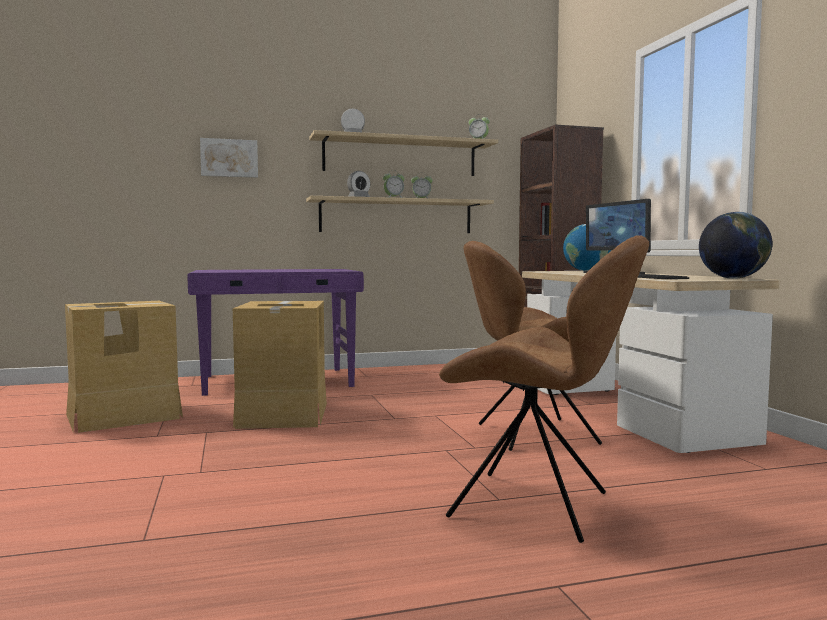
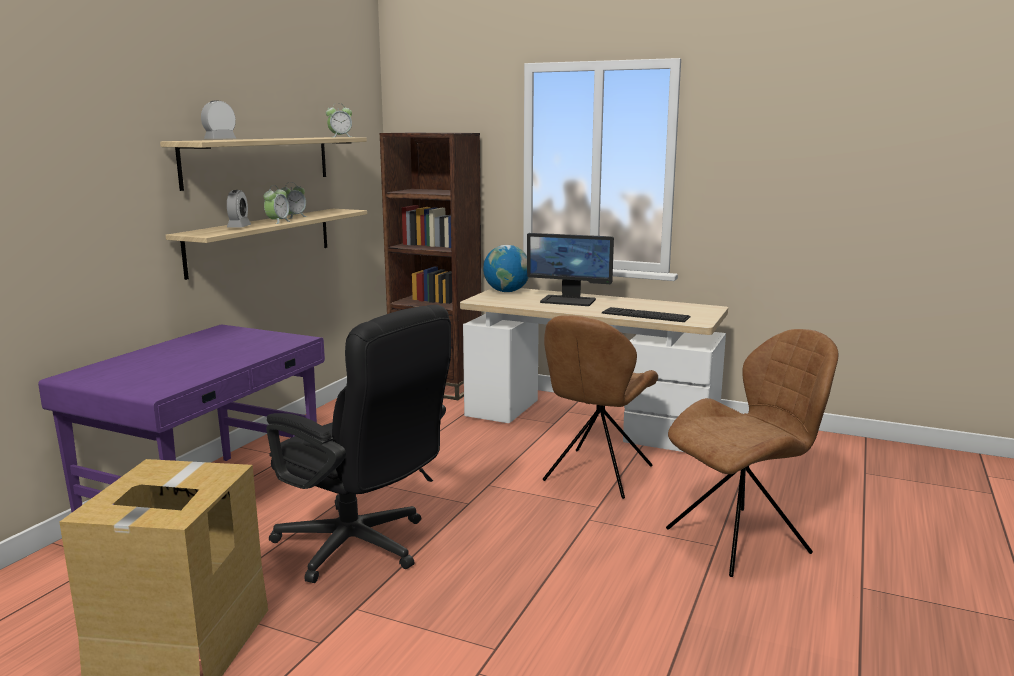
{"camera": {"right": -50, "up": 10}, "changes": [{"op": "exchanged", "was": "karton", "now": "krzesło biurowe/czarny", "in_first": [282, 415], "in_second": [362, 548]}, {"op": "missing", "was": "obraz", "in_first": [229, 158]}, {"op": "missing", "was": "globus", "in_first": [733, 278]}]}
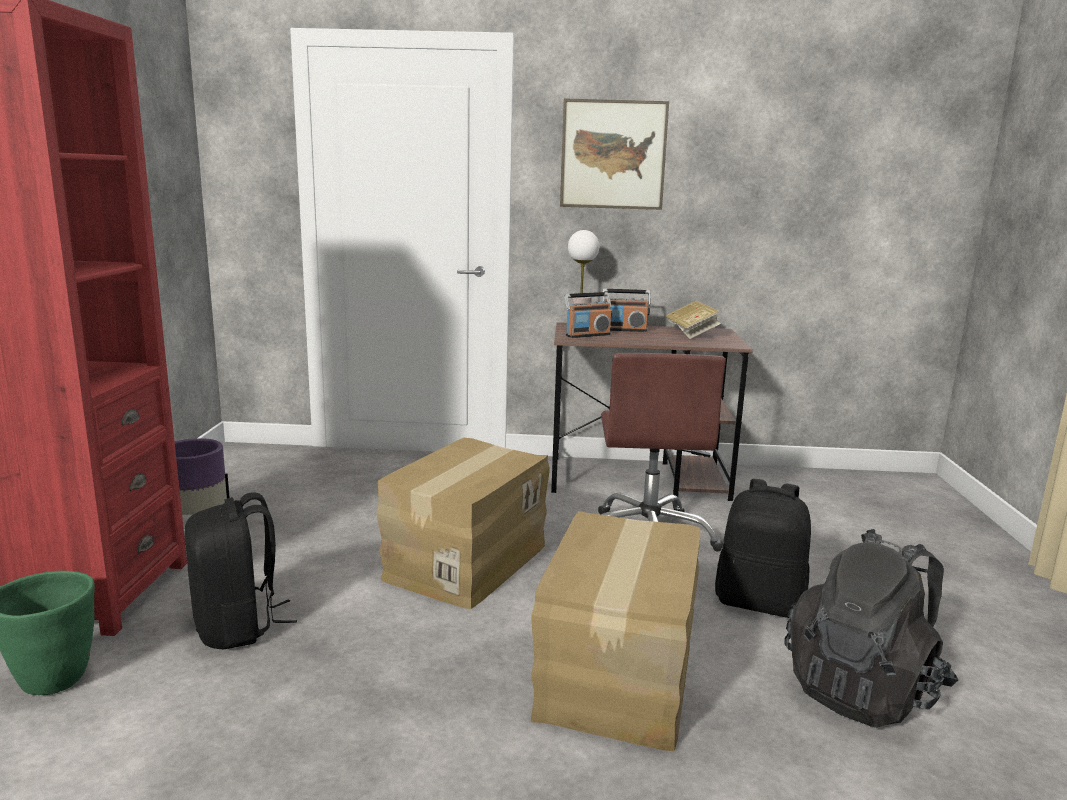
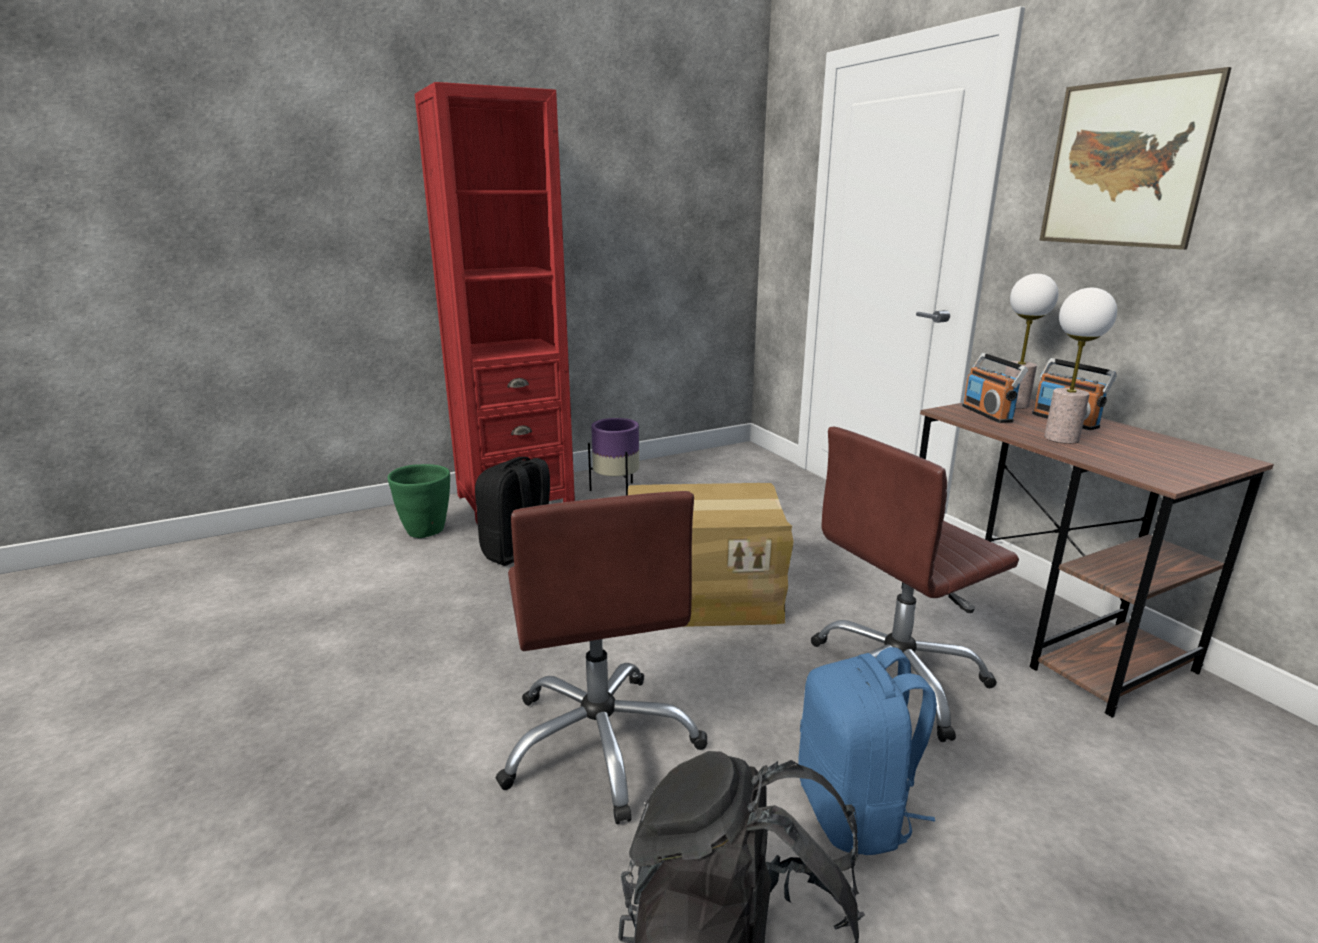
{"camera": {"right": 60, "up": 5}, "changes": [{"op": "exchanged", "was": "karton", "now": "krzesło biurowe/brązowy", "in_first": [619, 676], "in_second": [601, 743]}, {"op": "colour", "was": "plecak/czarny", "now": "plecak/niebieski", "in_first": [759, 602], "in_second": [855, 811]}, {"op": "spun", "was": "radio", "in_first": [587, 335], "in_second": [987, 414], "clockwise": 45}, {"op": "appeared", "now": "lampa stołowa", "in_second": [1061, 438]}, {"op": "missing", "was": "książka", "in_first": [691, 333]}]}
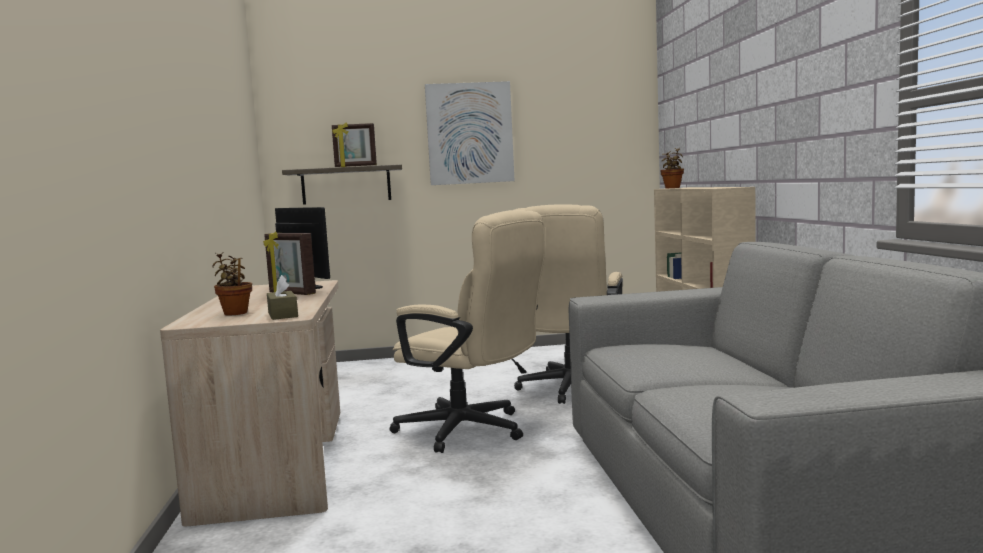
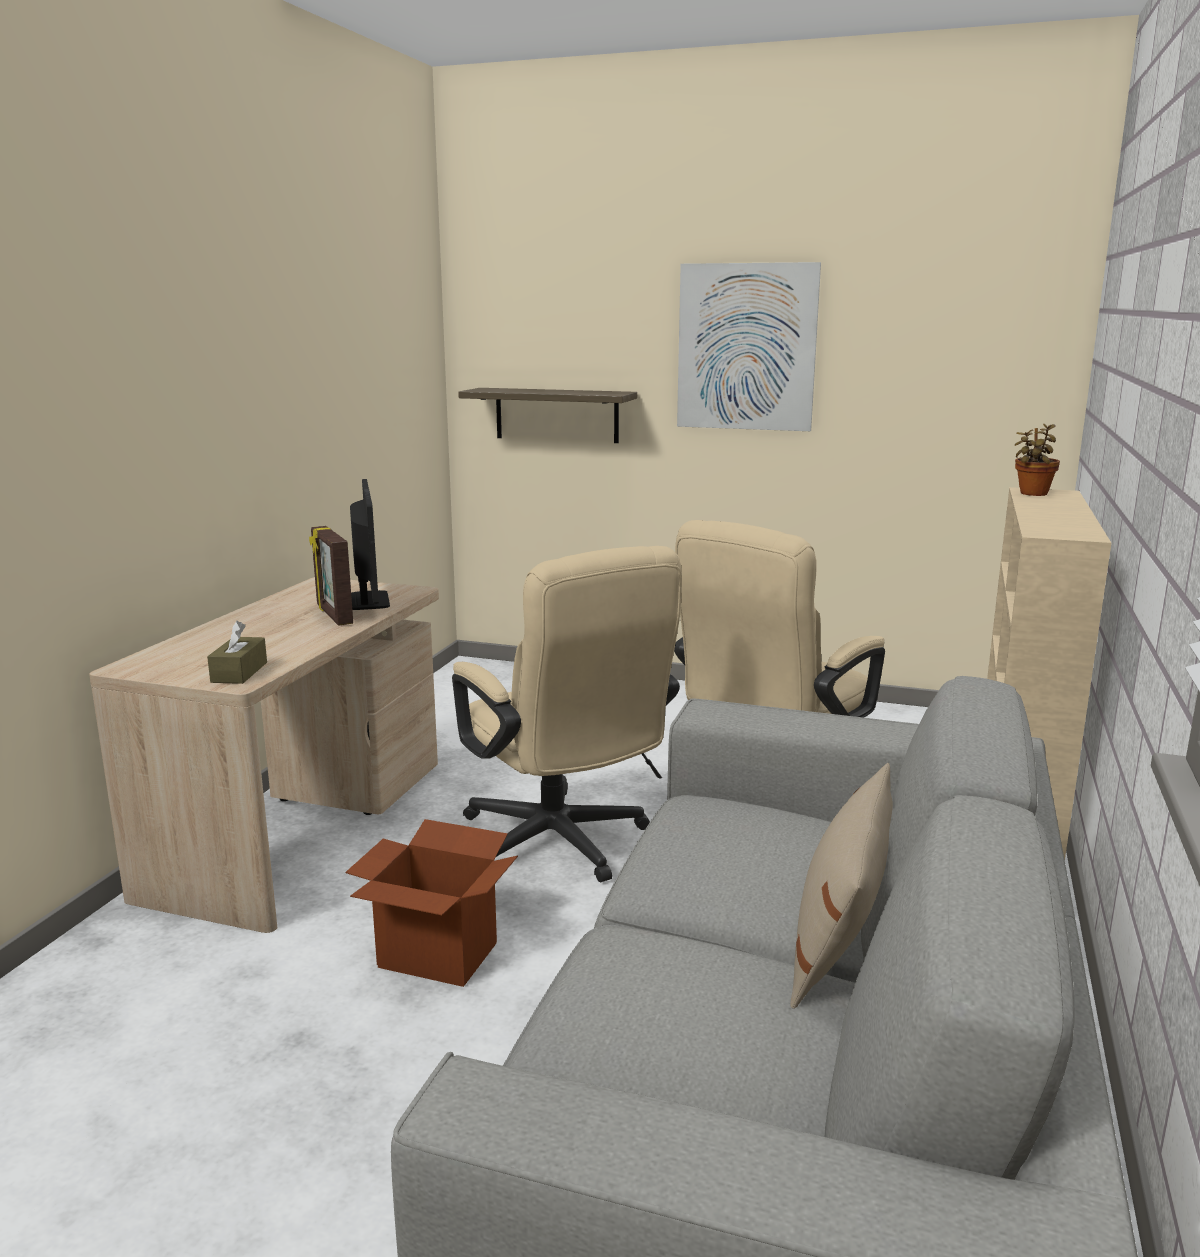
{"camera": {"right": 25, "up": 10}, "changes": [{"op": "appeared", "now": "karton", "in_second": [437, 955]}, {"op": "appeared", "now": "poduszka/beżowy", "in_second": [841, 931]}, {"op": "missing", "was": "roślina doniczkowa", "in_first": [235, 313]}, {"op": "missing", "was": "ramka na zdjęcie", "in_first": [355, 166]}]}
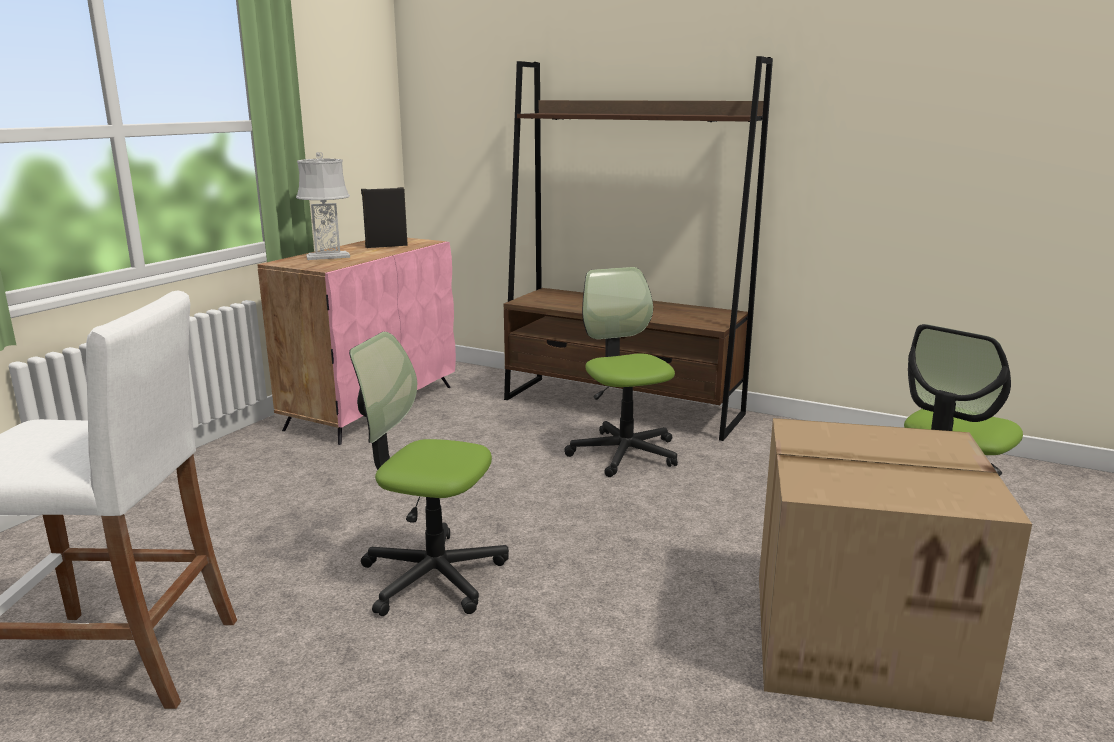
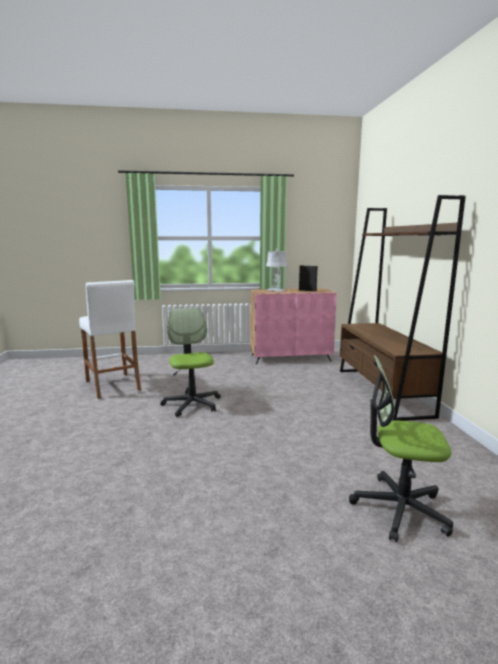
{"camera": {"right": 55, "up": -5}, "changes": [{"op": "missing", "was": "krzesło biurowe", "in_first": [624, 453]}, {"op": "missing", "was": "karton", "in_first": [863, 638]}]}
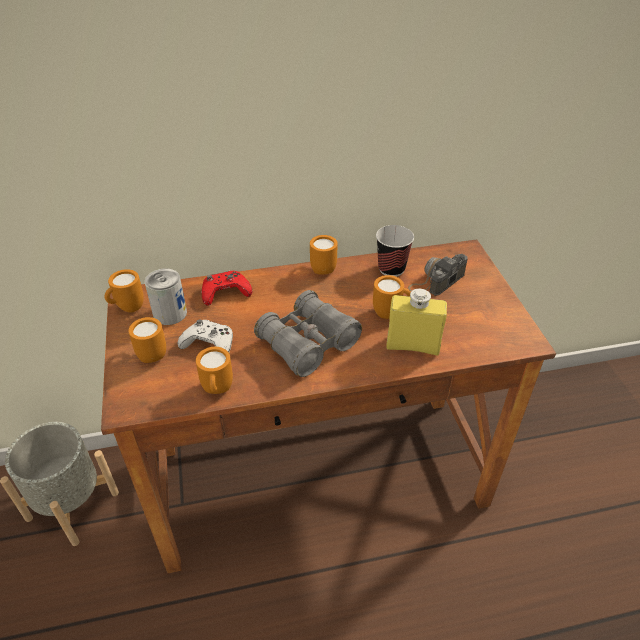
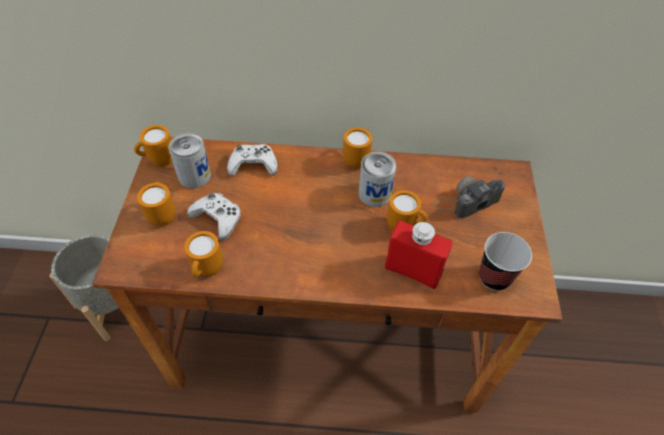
{"camera": {"right": 15, "up": 10}, "changes": [{"op": "colour", "was": "pad do gier/czerwony", "now": "pad do gier/biały", "in_first": [225, 292], "in_second": [253, 165]}, {"op": "appeared", "now": "puszka", "in_second": [374, 194]}, {"op": "colour", "was": "butelka/żółty", "now": "butelka/czerwony", "in_first": [412, 346], "in_second": [412, 271]}, {"op": "relocated", "was": "filiżanka", "in_first": [391, 269], "in_second": [494, 277]}, {"op": "missing", "was": "lornetka/szary", "in_first": [308, 343]}]}
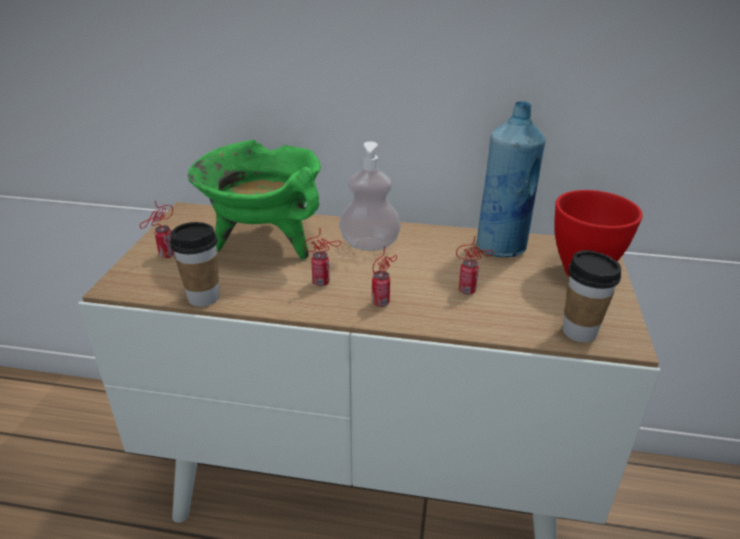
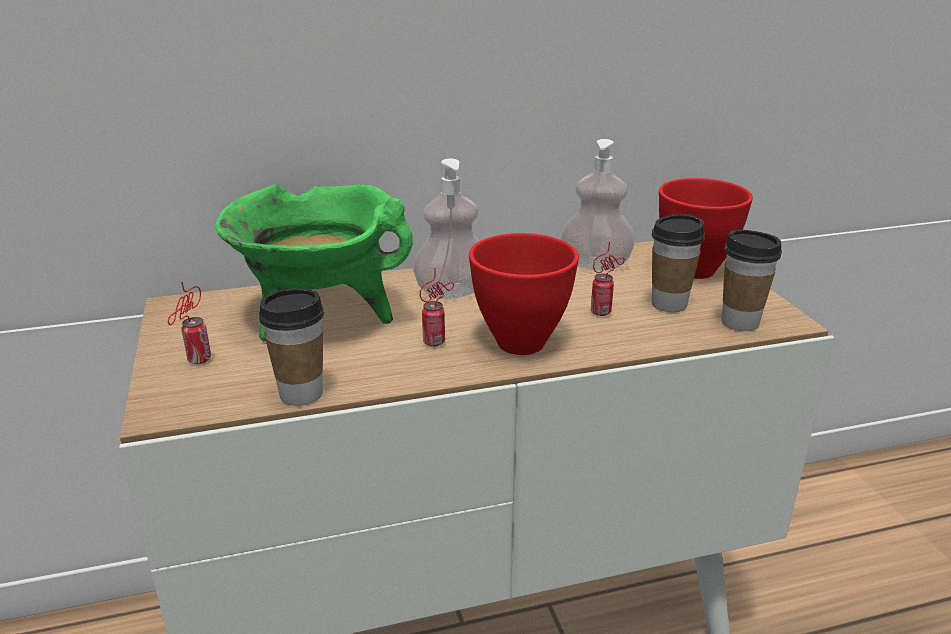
{"camera": {"right": -25, "up": -5}, "changes": [{"op": "exchanged", "was": "puszka", "now": "miska/czerwony", "in_first": [382, 302], "in_second": [522, 344]}, {"op": "exchanged", "was": "butelka/niebieski", "now": "dozownik mydła", "in_first": [501, 247], "in_second": [595, 264]}, {"op": "appeared", "now": "filiżanka", "in_second": [669, 304]}]}
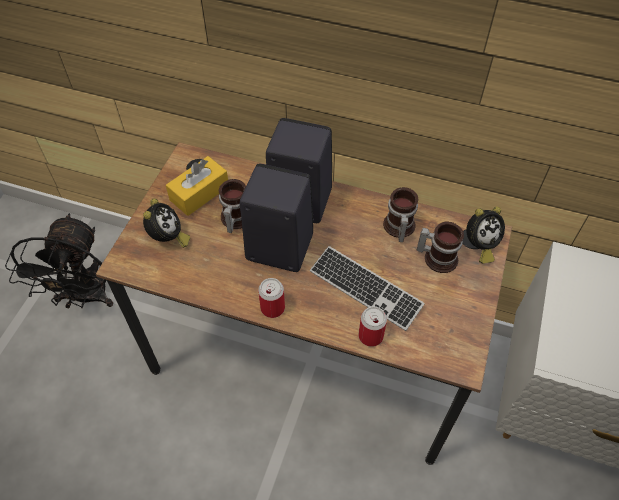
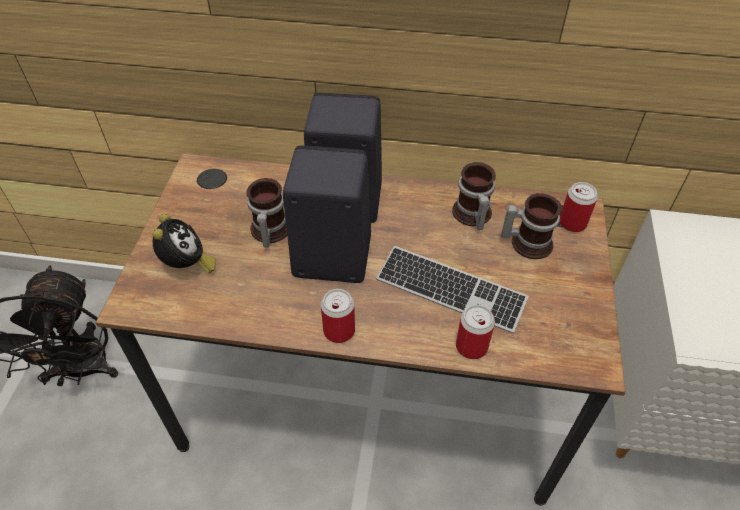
{"camera": {"right": -10, "up": -5}, "changes": [{"op": "exchanged", "was": "budzik", "now": "puszka", "in_first": [479, 246], "in_second": [572, 223]}, {"op": "missing", "was": "pudełko chusteczek/żółty", "in_first": [199, 193]}]}
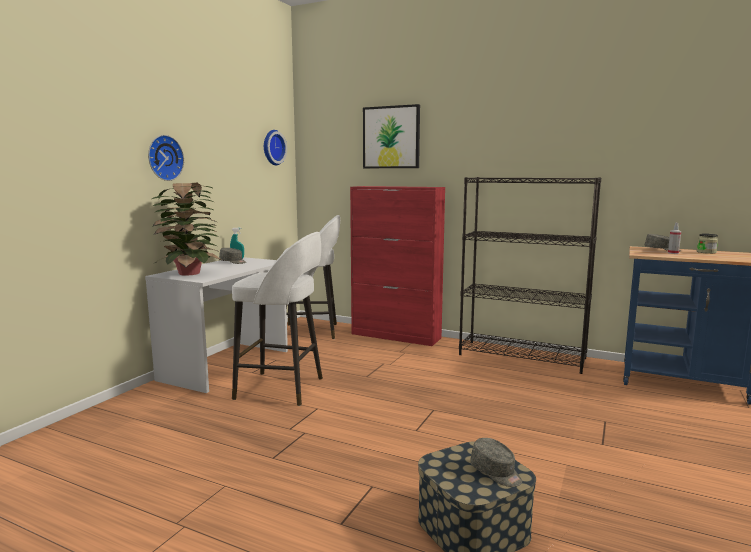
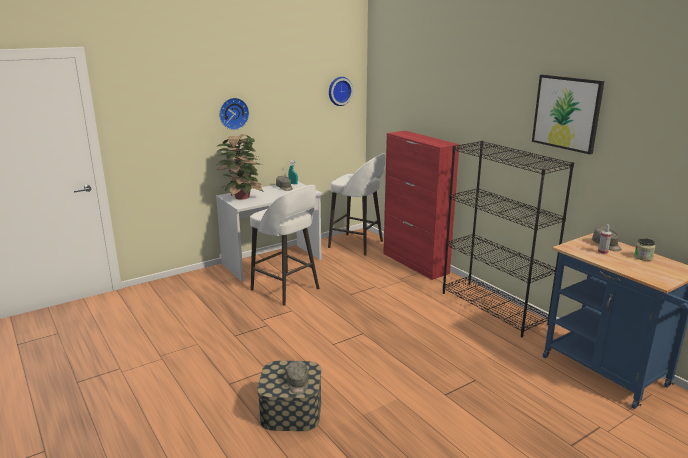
{"camera": {"right": 30, "up": 10}, "changes": [{"op": "relocated", "was": "obraz", "in_first": [391, 137], "in_second": [567, 113]}]}
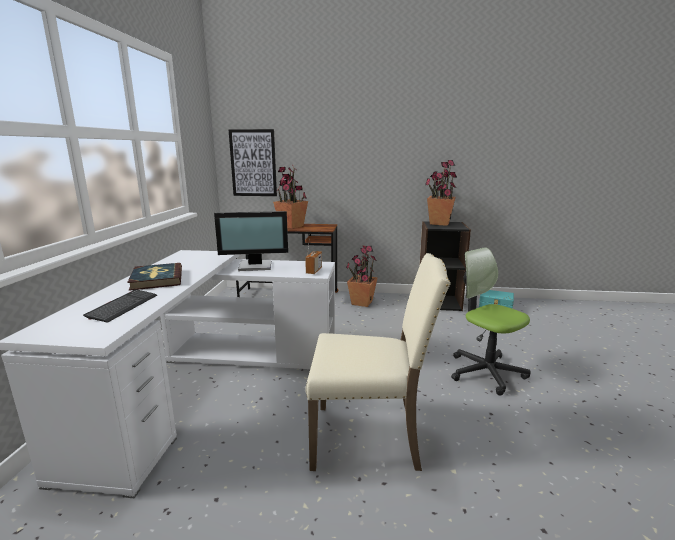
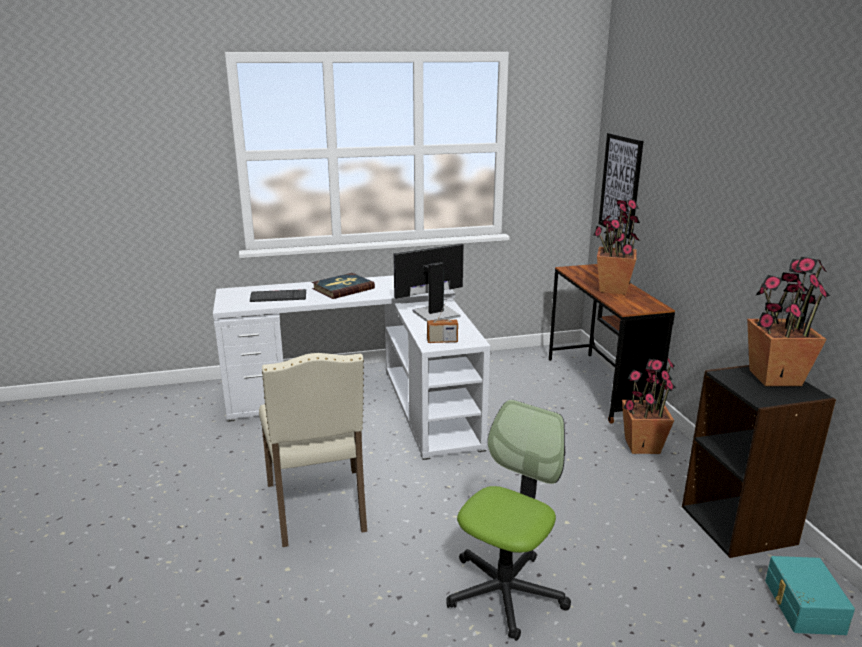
{"camera": {"right": 70, "up": 5}, "changes": [{"op": "spun", "was": "monitor", "in_first": [256, 266], "in_second": [434, 313], "clockwise": 90}]}
